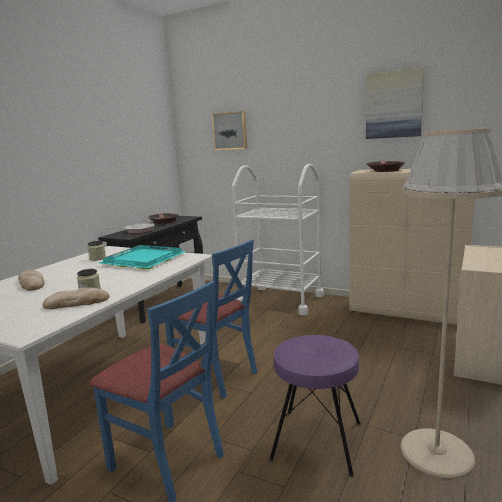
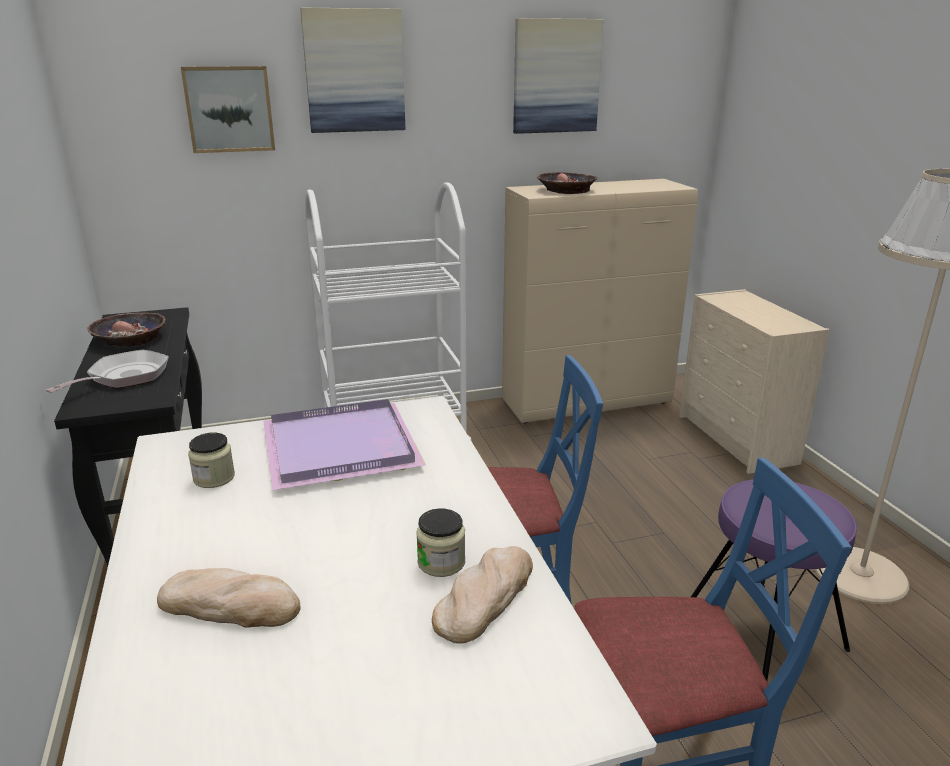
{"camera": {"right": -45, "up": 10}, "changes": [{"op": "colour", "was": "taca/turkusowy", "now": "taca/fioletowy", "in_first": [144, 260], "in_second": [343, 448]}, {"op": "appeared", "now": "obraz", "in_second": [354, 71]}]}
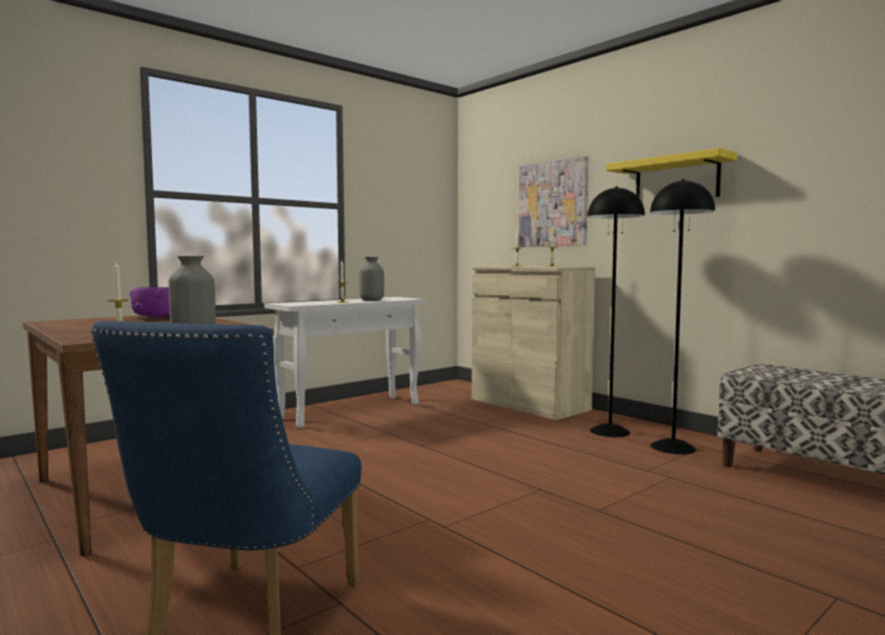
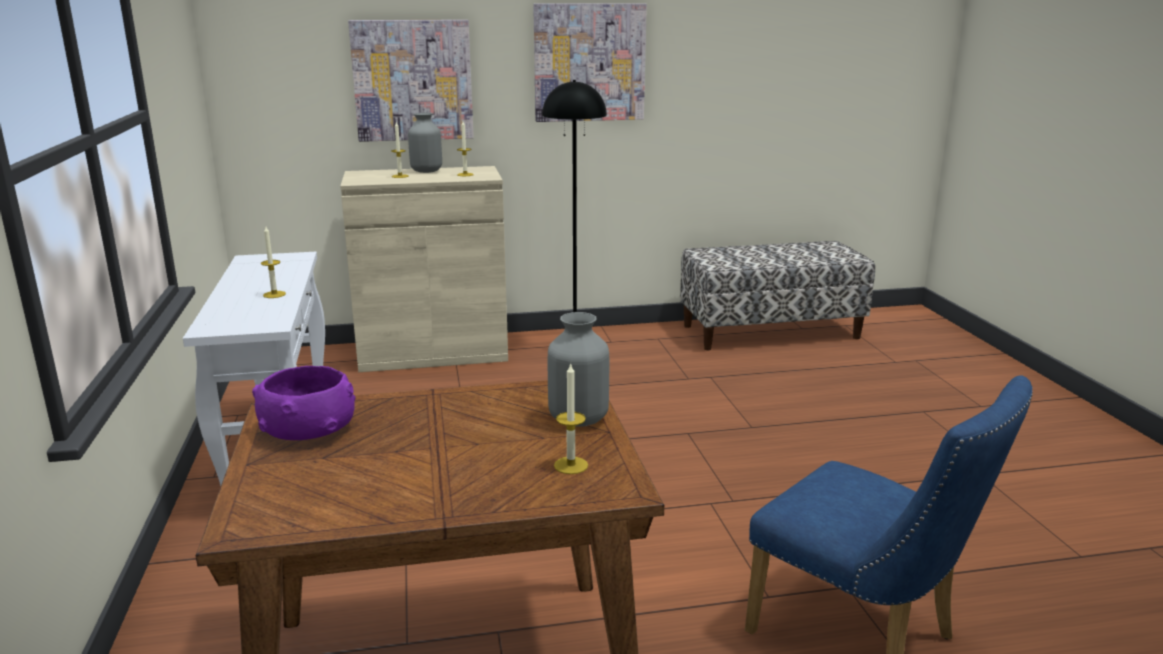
{"camera": {"right": -60, "up": 15}, "changes": [{"op": "relocated", "was": "wazon/szary", "in_first": [371, 300], "in_second": [426, 171]}, {"op": "exchanged", "was": "półka/żółty", "now": "obraz", "in_first": [676, 180], "in_second": [589, 63]}, {"op": "missing", "was": "lampa stojąca/czarny", "in_first": [673, 447]}]}
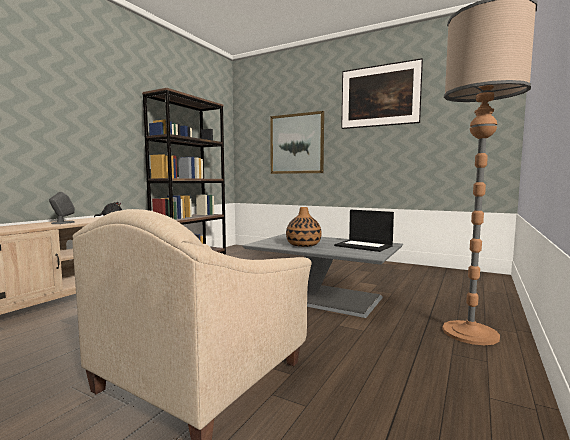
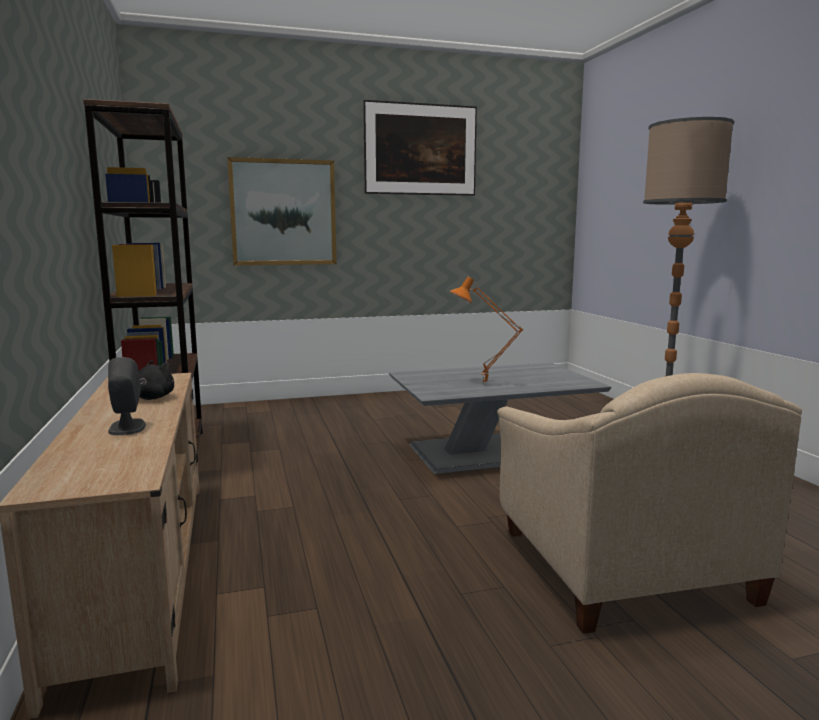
{"camera": {"right": -45, "up": 5}, "changes": [{"op": "exchanged", "was": "wazon", "now": "lampa stołowa/pomarańczowy", "in_first": [303, 245], "in_second": [483, 385]}, {"op": "missing", "was": "laptop", "in_first": [364, 246]}]}
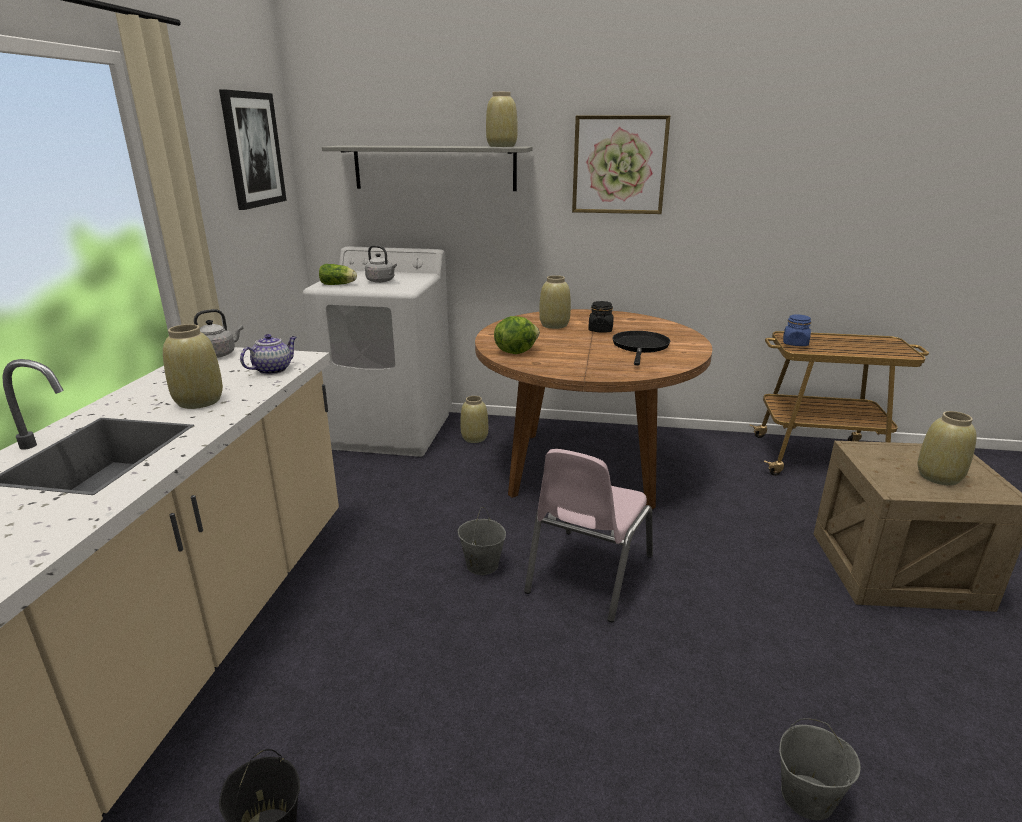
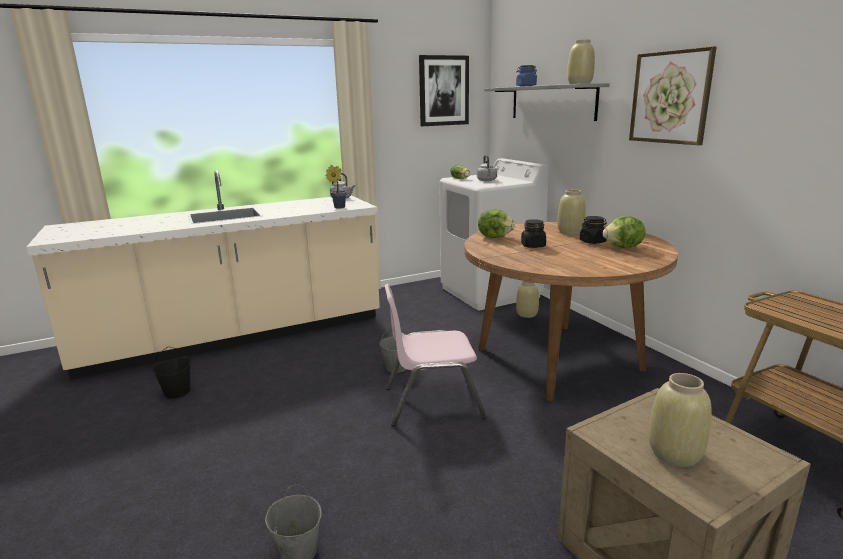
{"camera": {"right": 55, "up": -5}, "changes": [{"op": "exchanged", "was": "imbryk", "now": "roślina doniczkowa", "in_first": [273, 370], "in_second": [338, 207]}, {"op": "relocated", "was": "słoik/niebieski", "in_first": [795, 343], "in_second": [526, 86]}, {"op": "appeared", "now": "słoik/czarny", "in_second": [533, 245]}, {"op": "appeared", "now": "sałata", "in_second": [623, 247]}, {"op": "missing", "was": "wazon/beżowy", "in_first": [200, 401]}, {"op": "missing", "was": "patelnia/czarny", "in_first": [640, 347]}]}
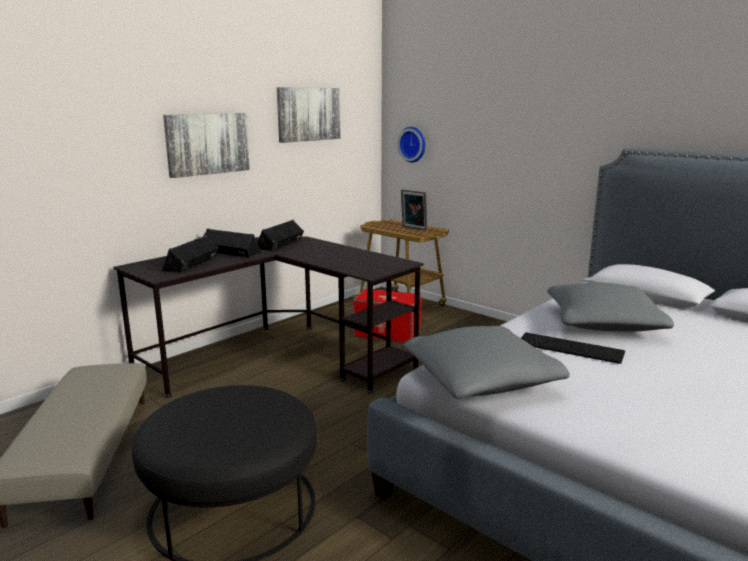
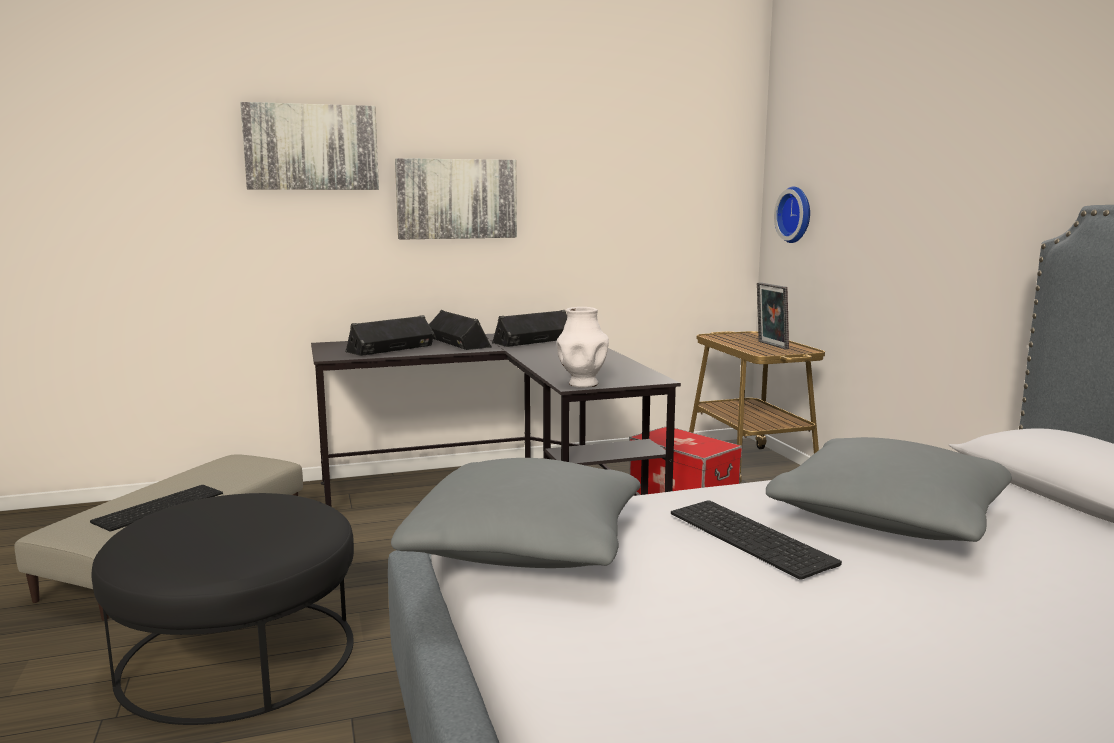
{"camera": {"right": 30, "up": -5}, "changes": [{"op": "appeared", "now": "klawiatura", "in_second": [159, 506]}, {"op": "relocated", "was": "obraz", "in_first": [308, 114], "in_second": [311, 147]}, {"op": "appeared", "now": "wazon/biały", "in_second": [582, 384]}]}
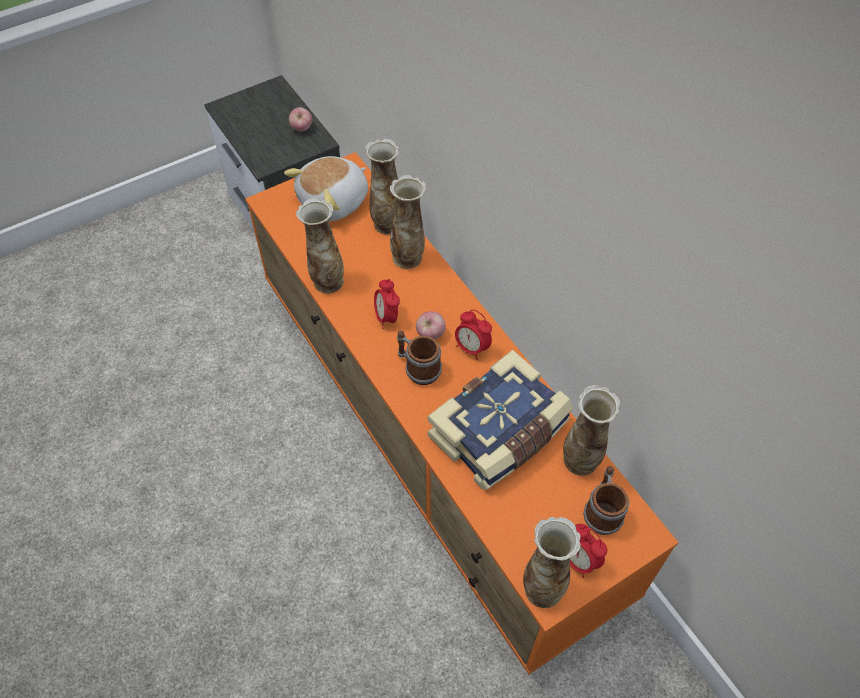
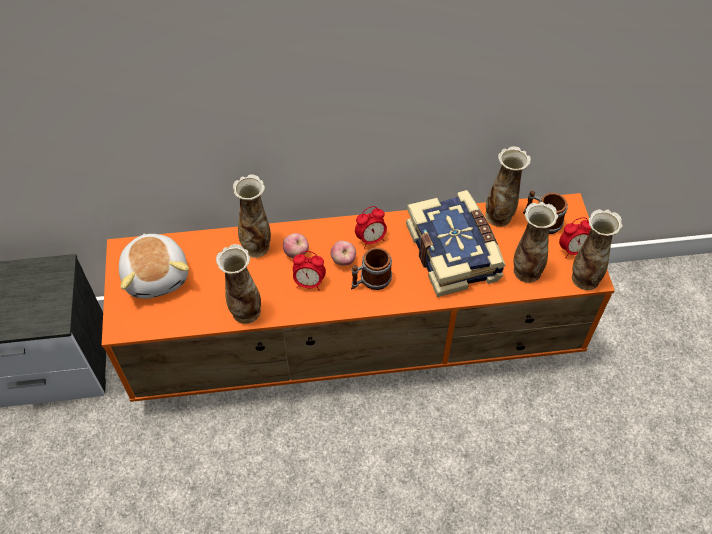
{"camera": {"right": -65, "up": 0}, "changes": [{"op": "relocated", "was": "jabłko", "in_first": [302, 129], "in_second": [296, 253]}, {"op": "relocated", "was": "wazon", "in_first": [387, 223], "in_second": [526, 271]}]}
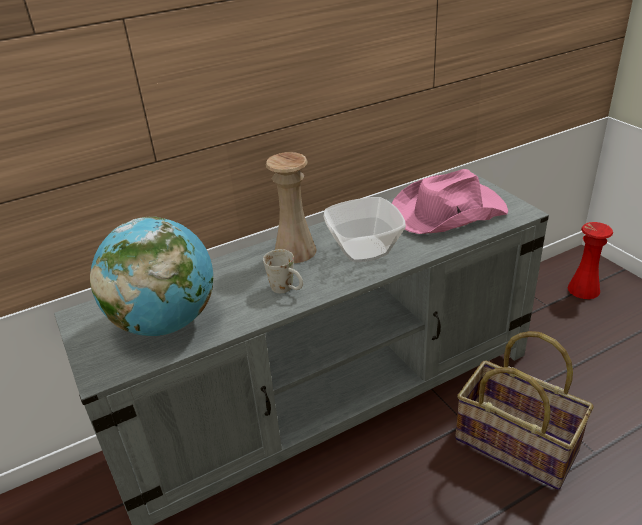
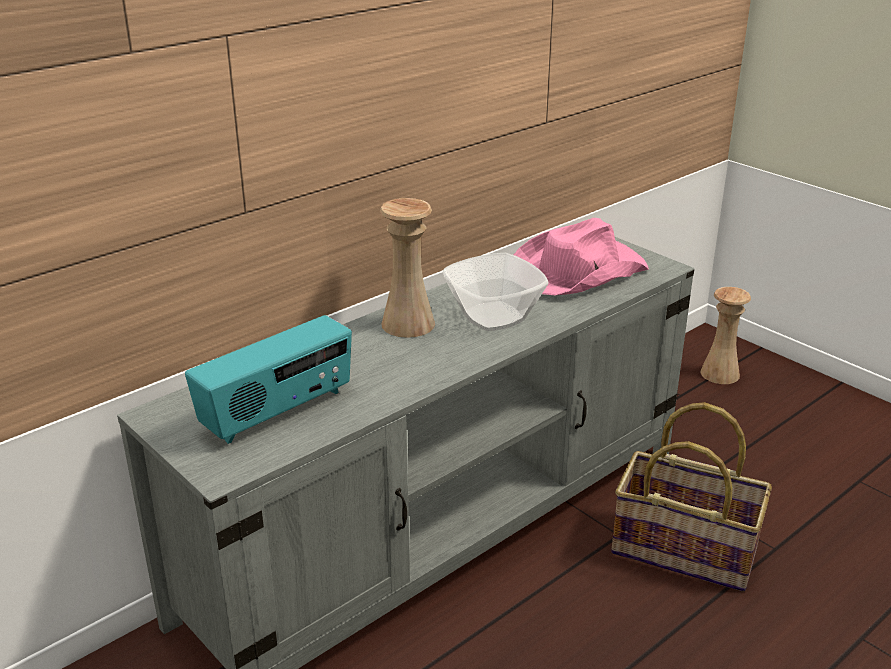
{"camera": {"right": -15, "up": -5}, "changes": [{"op": "exchanged", "was": "globus", "now": "radio", "in_first": [165, 322], "in_second": [278, 412]}, {"op": "colour", "was": "wazon/czerwony", "now": "wazon/beżowy", "in_first": [583, 289], "in_second": [720, 374]}, {"op": "missing", "was": "kubek/biały", "in_first": [287, 289]}]}
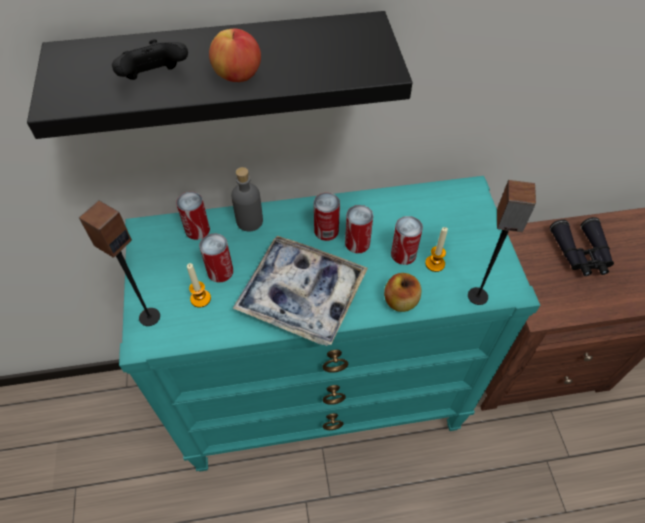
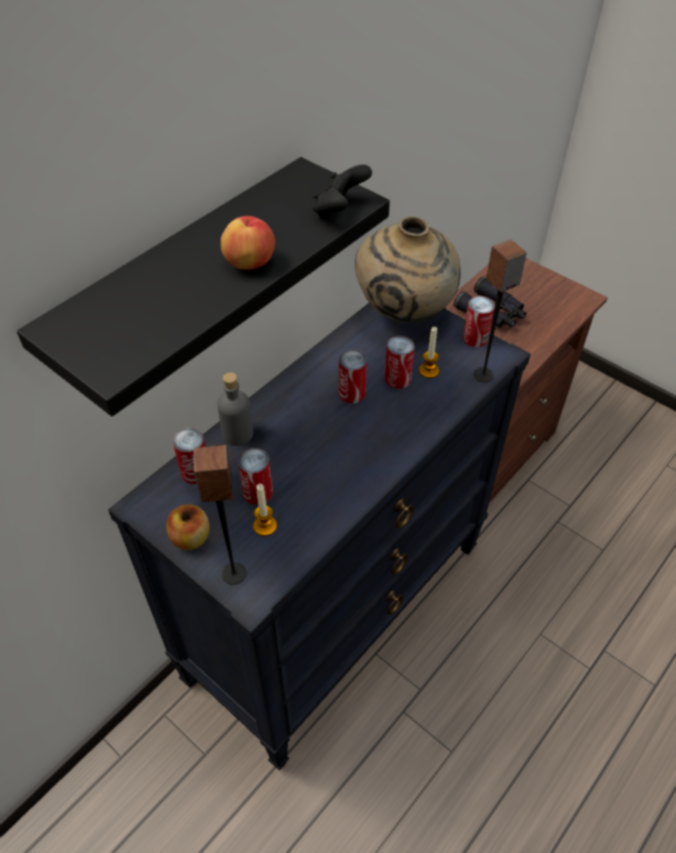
{"camera": {"right": -40, "up": -5}, "changes": [{"op": "colour", "was": "komoda/turkusowy", "now": "komoda/czarny", "in_first": [323, 397], "in_second": [337, 609]}, {"op": "relocated", "was": "jabłko", "in_first": [400, 301], "in_second": [191, 538]}, {"op": "relocated", "was": "pad do gier/czarny", "in_first": [155, 79], "in_second": [339, 211]}, {"op": "appeared", "now": "wazon/beżowy", "in_second": [404, 314]}, {"op": "relocated", "was": "puszka", "in_first": [326, 230], "in_second": [475, 338]}, {"op": "missing", "was": "taca", "in_first": [301, 295]}]}
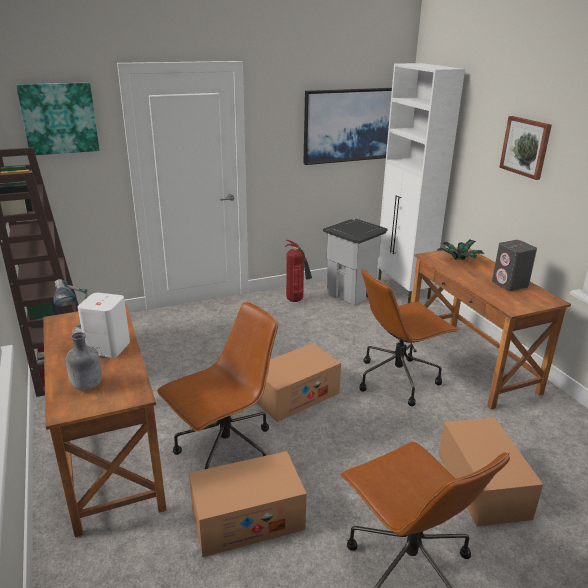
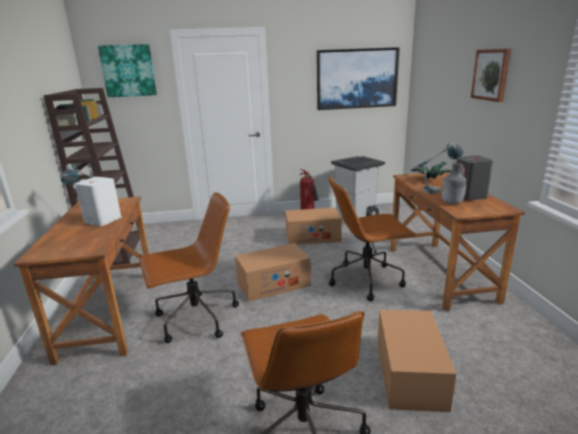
{"camera": {"right": 15, "up": -5}, "changes": [{"op": "relocated", "was": "karton", "in_first": [247, 518], "in_second": [312, 237]}, {"op": "appeared", "now": "lampa stołowa", "in_second": [438, 190]}, {"op": "relocated", "was": "butelka/szary", "in_first": [87, 386], "in_second": [452, 203]}, {"op": "missing", "was": "szafka/biały", "in_first": [403, 289]}]}
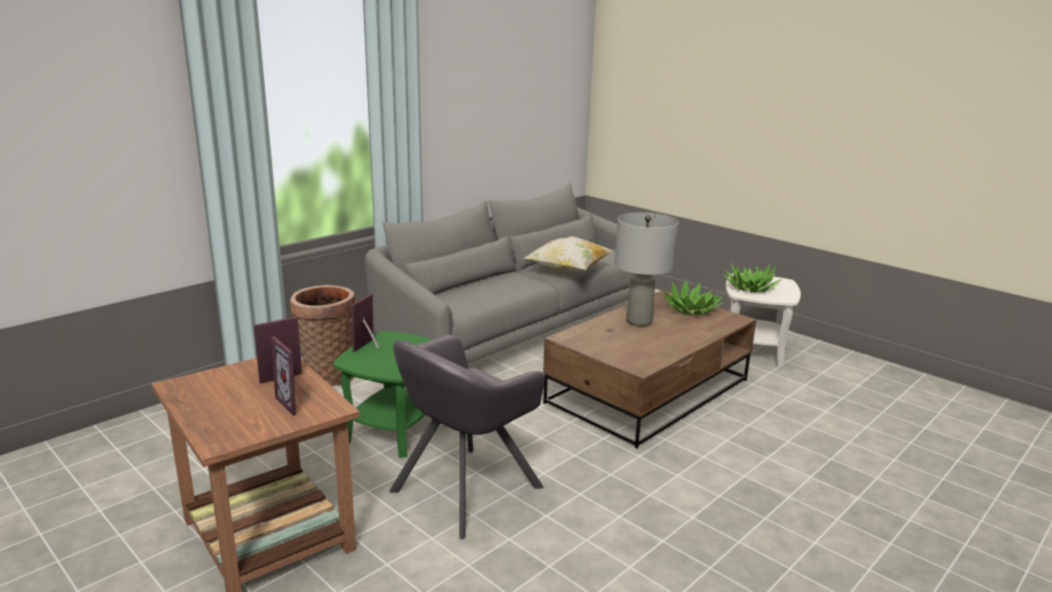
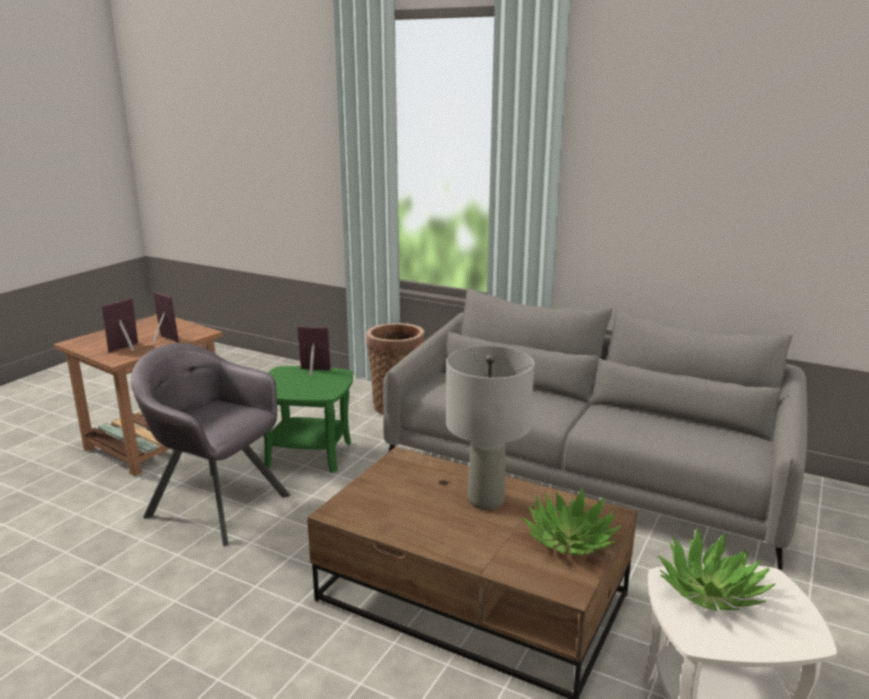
{"camera": {"right": 75, "up": 0}, "changes": [{"op": "missing", "was": "poduszka", "in_first": [567, 271]}]}
